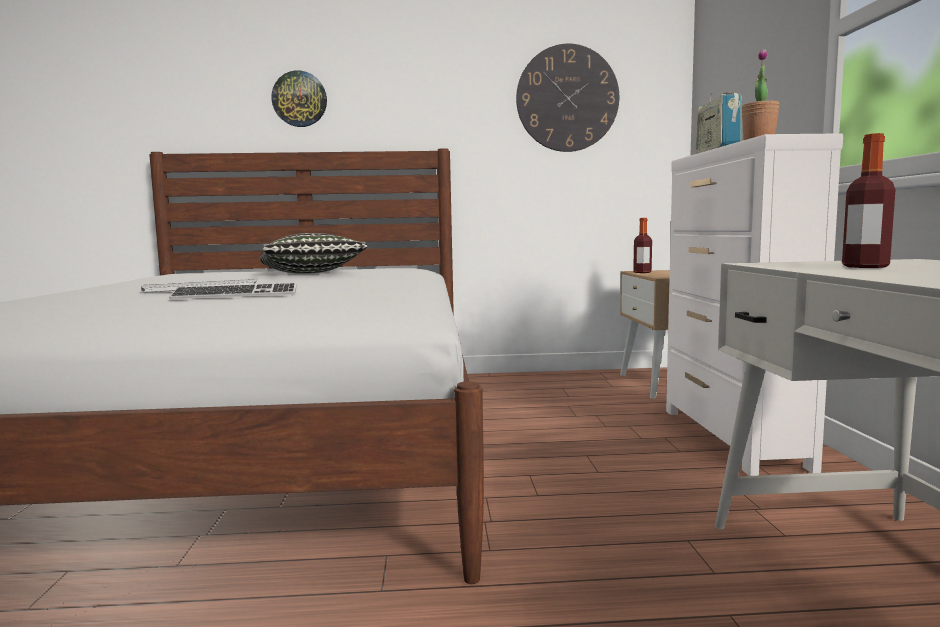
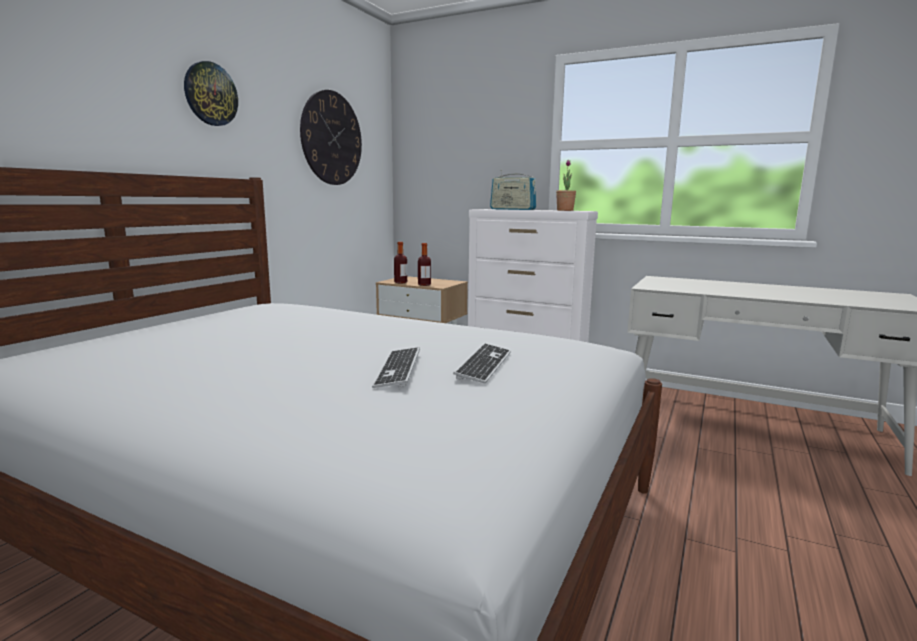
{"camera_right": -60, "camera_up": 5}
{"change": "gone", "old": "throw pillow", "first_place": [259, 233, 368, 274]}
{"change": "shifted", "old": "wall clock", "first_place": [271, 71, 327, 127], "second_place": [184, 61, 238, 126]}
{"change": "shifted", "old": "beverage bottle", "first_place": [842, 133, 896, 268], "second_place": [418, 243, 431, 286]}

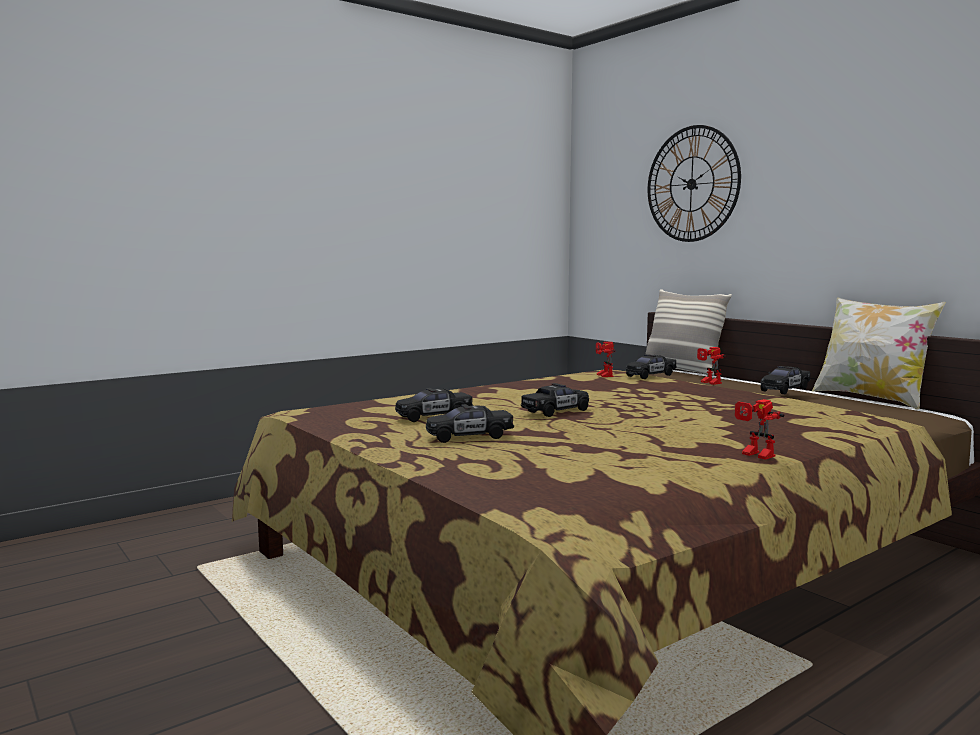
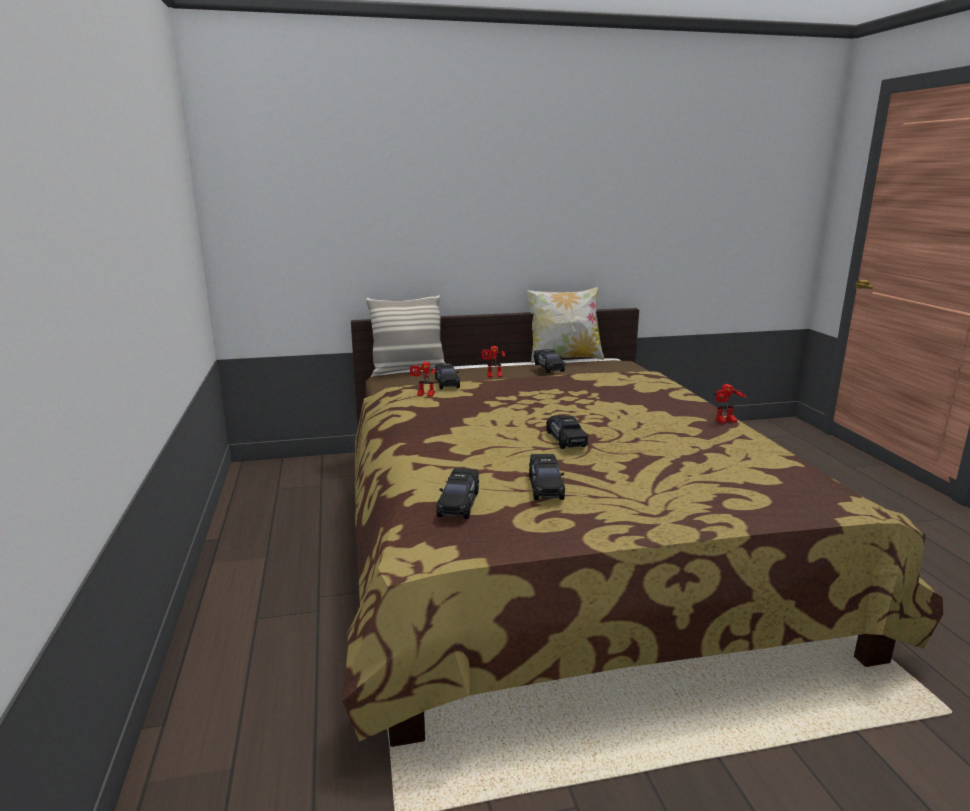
{"camera_right": -65, "camera_up": 10}
{"change": "shifted", "old": "black-coloured miniature car", "first_place": [426, 404, 514, 443], "second_place": [436, 468, 479, 519]}
{"change": "gone", "old": "wall clock", "first_place": [648, 125, 741, 242]}

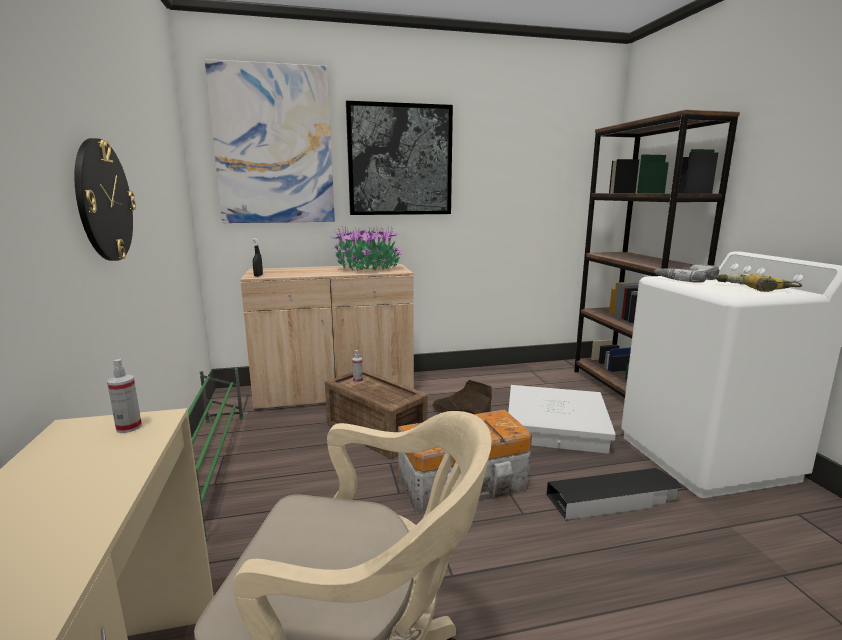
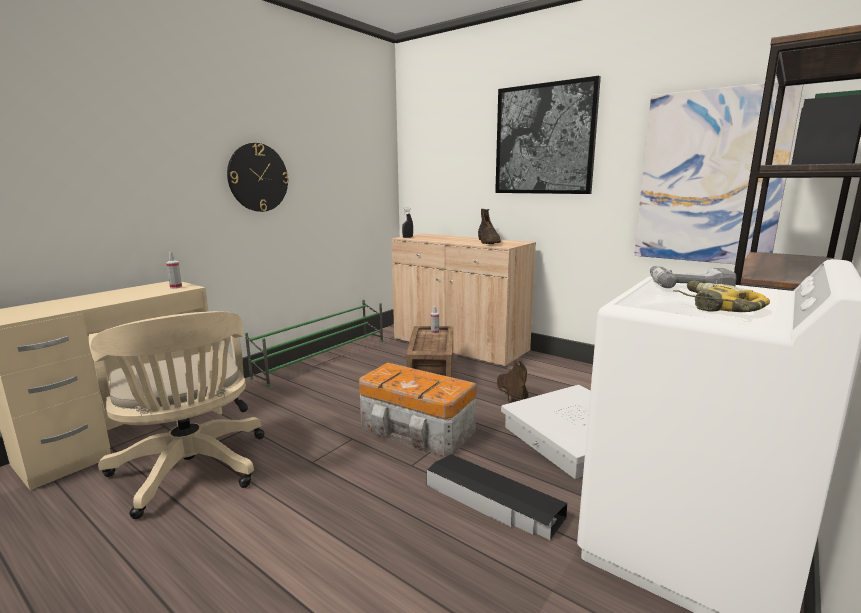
{"camera_right": 50, "camera_up": 0}
{"change": "shifted", "old": "wall picture", "first_place": [205, 59, 335, 223], "second_place": [634, 82, 804, 264]}
{"change": "swapped", "old": "houseplant", "new": "brown boot", "first_place": [330, 226, 403, 272], "second_place": [478, 209, 501, 244]}

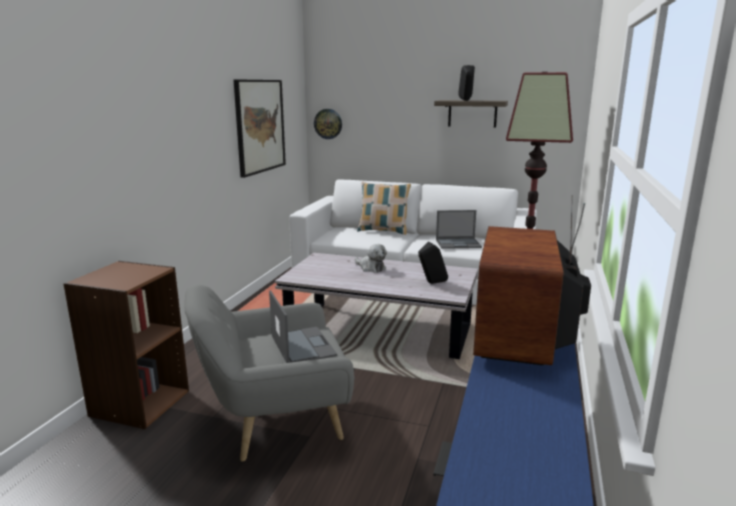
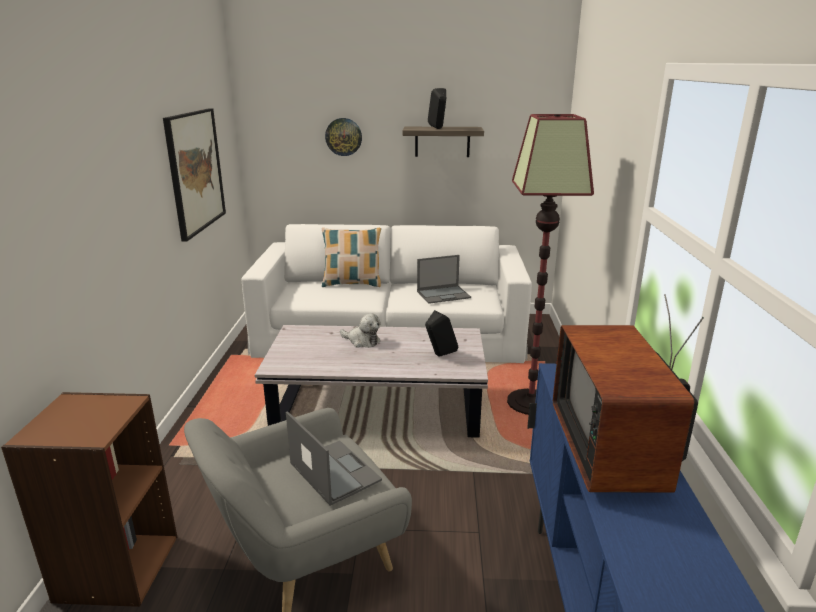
{"camera_right": -15, "camera_up": 5}
{"change": "shifted", "old": "wall clock", "first_place": [314, 109, 342, 139], "second_place": [325, 118, 362, 156]}

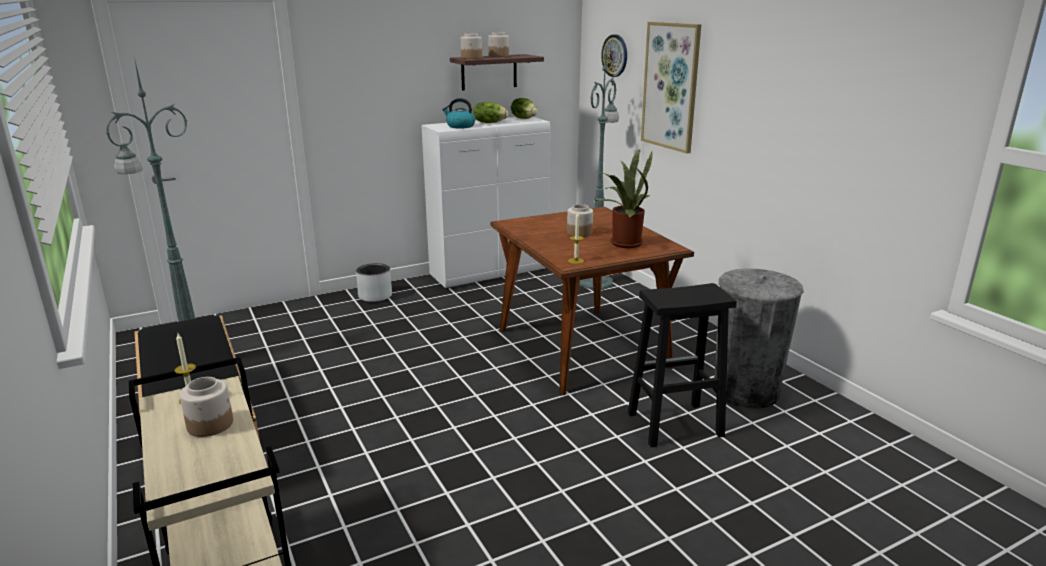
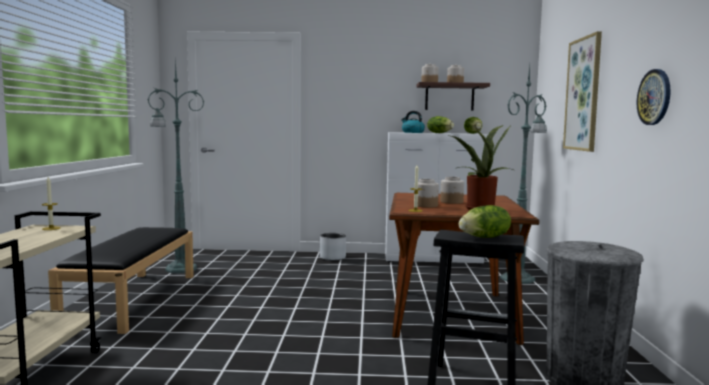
{"camera_right": 30, "camera_up": -15}
{"change": "shifted", "old": "storage jar", "first_place": [180, 377, 233, 437], "second_place": [414, 179, 439, 208]}
{"change": "shifted", "old": "wall clock", "first_place": [601, 34, 627, 77], "second_place": [637, 69, 670, 125]}
{"change": "new", "new": "head of lettuce", "second_place": [459, 205, 511, 238]}

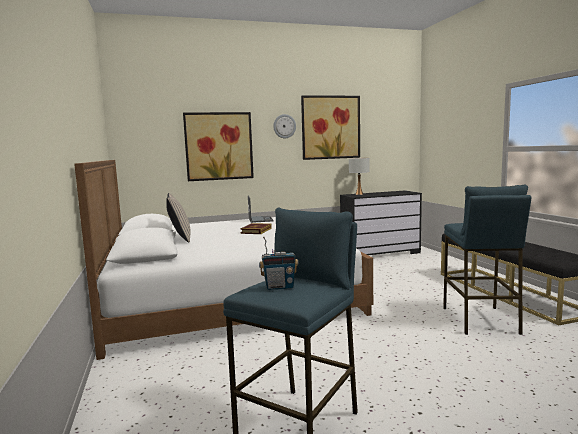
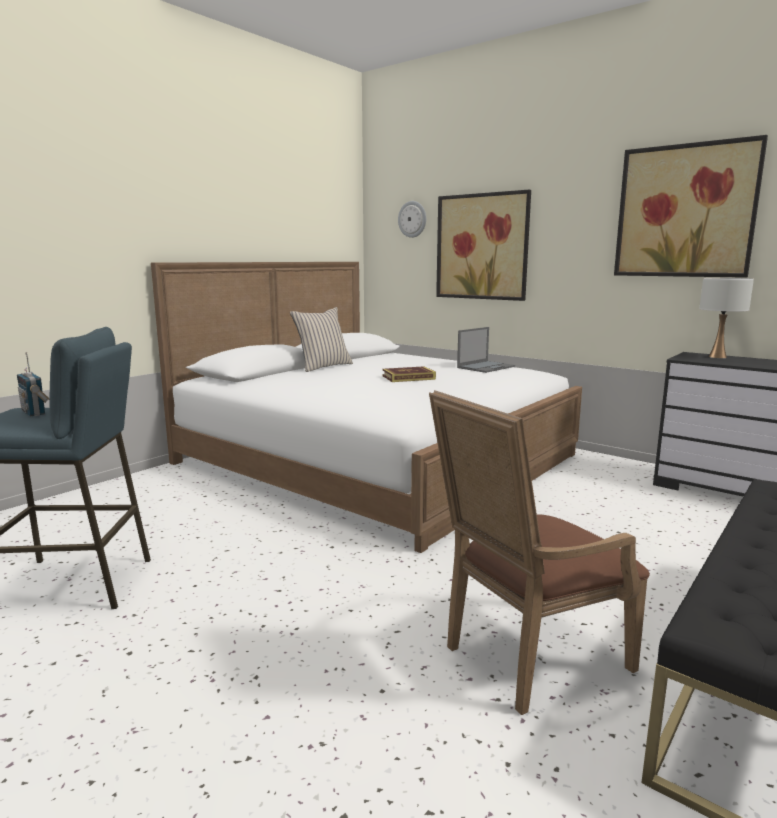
{"camera_right": 55, "camera_up": 5}
{"change": "shifted", "old": "wall clock", "first_place": [273, 114, 296, 138], "second_place": [398, 201, 426, 238]}
{"change": "swapped", "old": "blue sitting stool", "new": "brown armchair", "first_place": [443, 185, 531, 335], "second_place": [429, 390, 650, 715]}

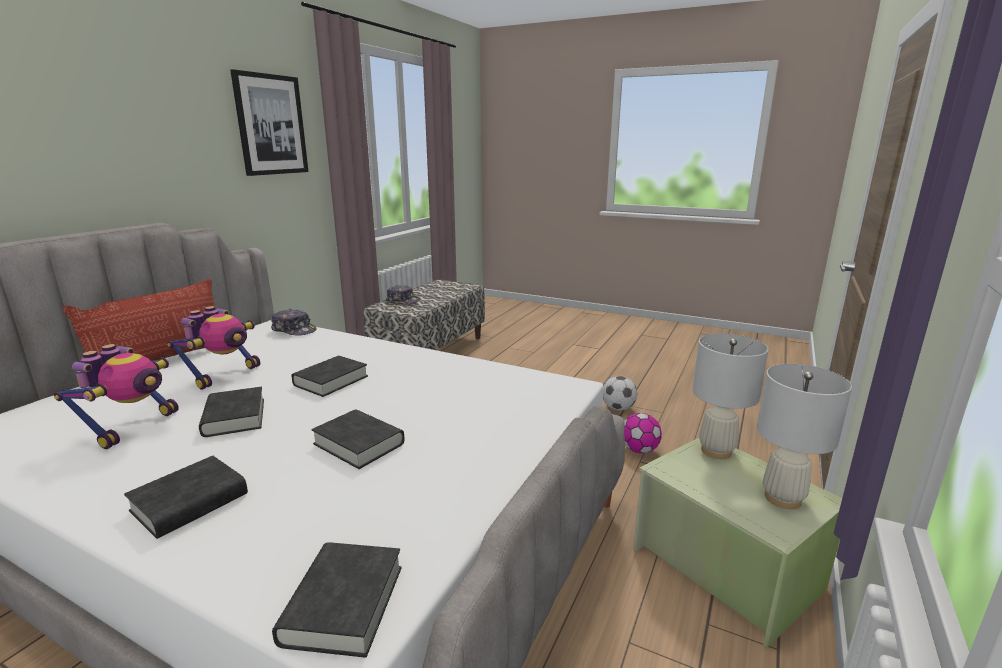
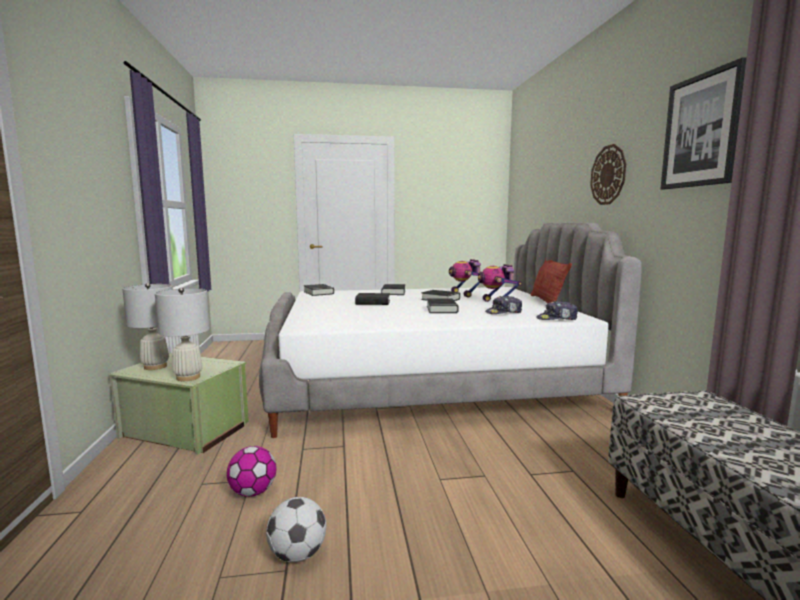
{"camera_right": 145, "camera_up": -10}
{"change": "shifted", "old": "peaked cap", "first_place": [386, 285, 421, 303], "second_place": [485, 296, 522, 314]}
{"change": "new", "new": "wall clock", "second_place": [590, 144, 626, 205]}

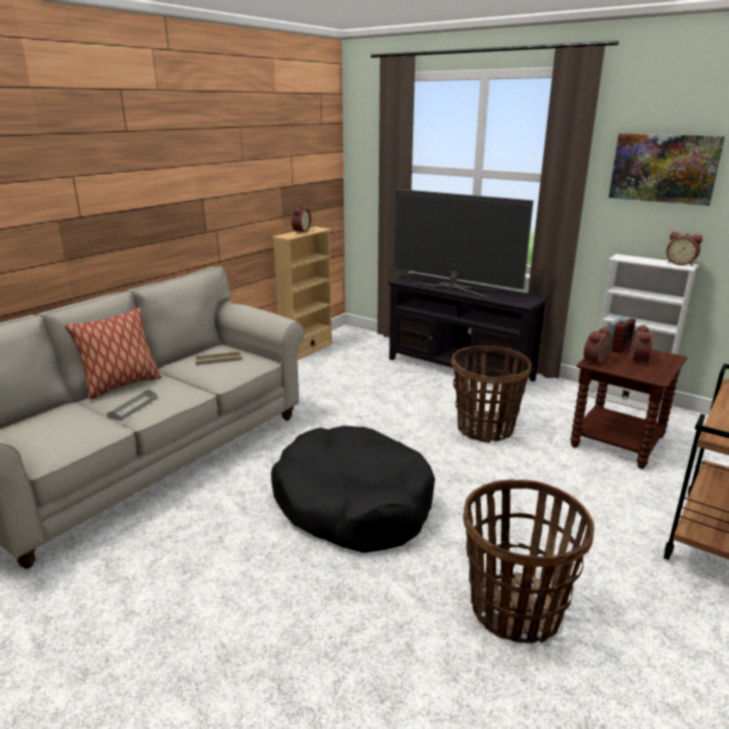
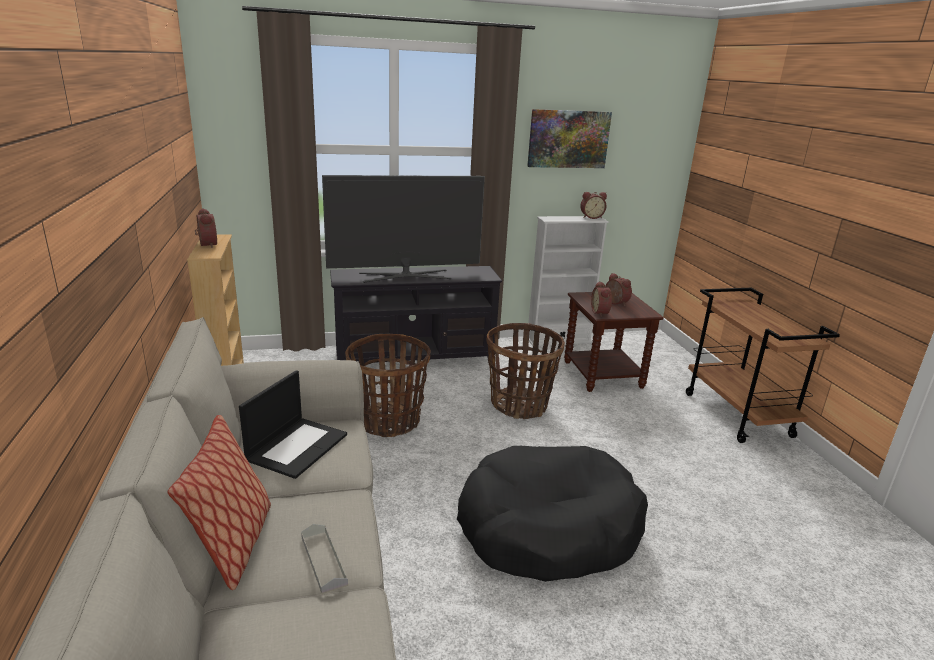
{"camera_right": -50, "camera_up": 0}
{"change": "swapped", "old": "beige carrying tray", "new": "laptop", "first_place": [195, 350, 242, 365], "second_place": [239, 370, 347, 479]}
{"change": "shifted", "old": "household basket", "first_place": [463, 479, 595, 643], "second_place": [345, 334, 431, 437]}
{"change": "gone", "old": "alarm clock", "first_place": [610, 316, 636, 353]}

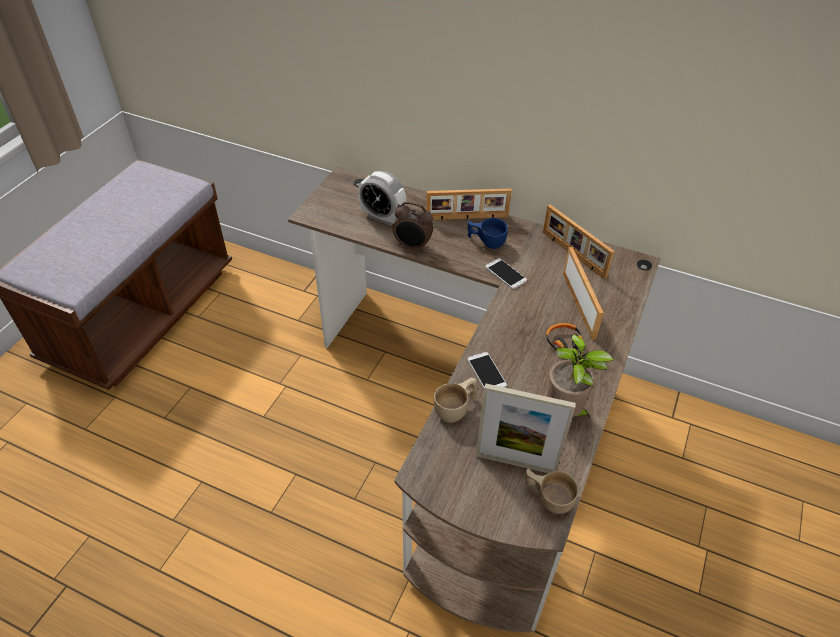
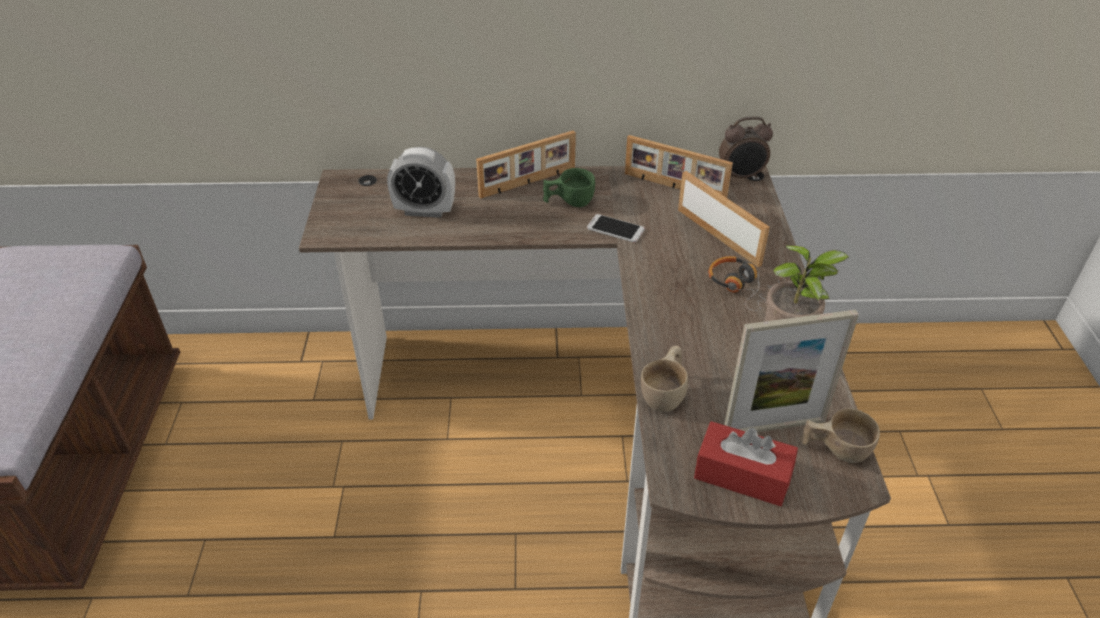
{"camera_right": -25, "camera_up": -5}
{"change": "shifted", "old": "alarm clock", "first_place": [393, 201, 433, 251], "second_place": [719, 117, 773, 179]}
{"change": "gone", "old": "handset", "first_place": [467, 352, 507, 388]}
{"change": "repainted", "old": "blue small cup", "new": "green-coloured small cup", "first_place": [468, 218, 508, 249], "second_place": [543, 168, 595, 207]}
{"change": "new", "new": "red-coloured tissue box", "second_place": [694, 421, 798, 506]}

